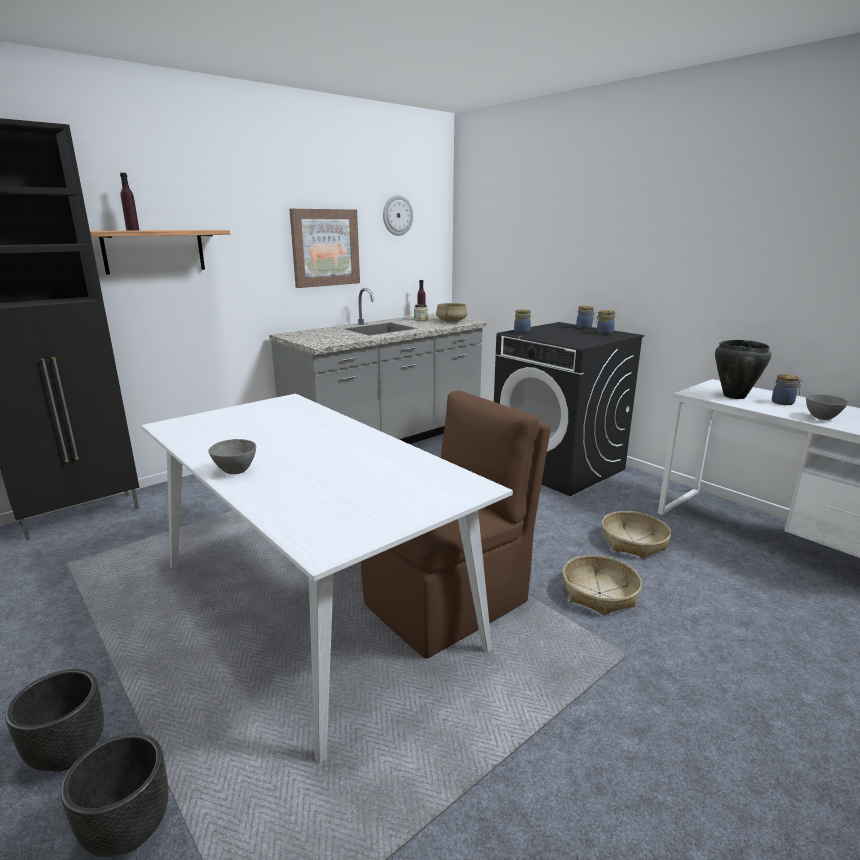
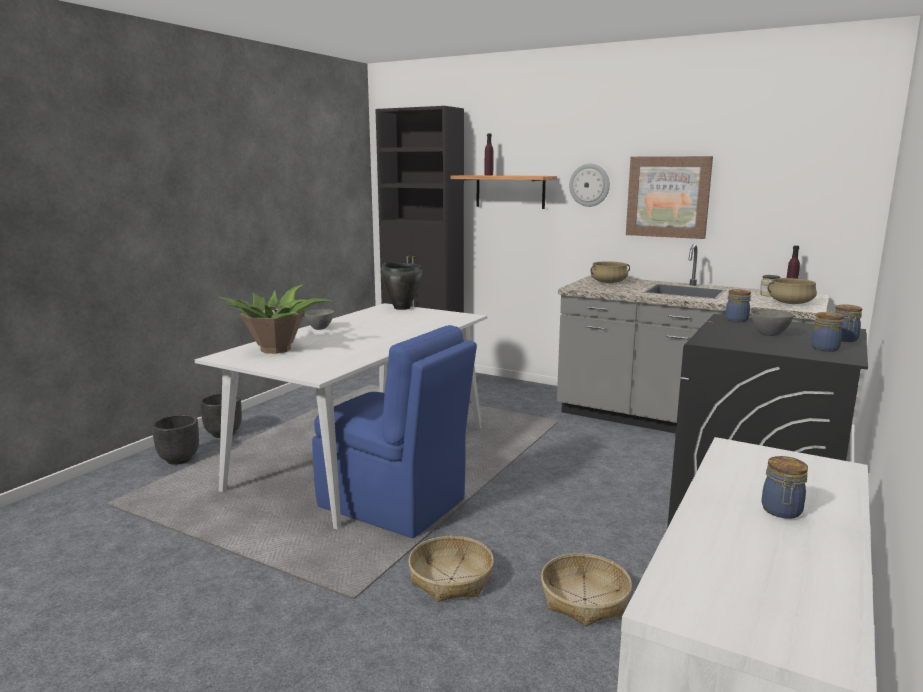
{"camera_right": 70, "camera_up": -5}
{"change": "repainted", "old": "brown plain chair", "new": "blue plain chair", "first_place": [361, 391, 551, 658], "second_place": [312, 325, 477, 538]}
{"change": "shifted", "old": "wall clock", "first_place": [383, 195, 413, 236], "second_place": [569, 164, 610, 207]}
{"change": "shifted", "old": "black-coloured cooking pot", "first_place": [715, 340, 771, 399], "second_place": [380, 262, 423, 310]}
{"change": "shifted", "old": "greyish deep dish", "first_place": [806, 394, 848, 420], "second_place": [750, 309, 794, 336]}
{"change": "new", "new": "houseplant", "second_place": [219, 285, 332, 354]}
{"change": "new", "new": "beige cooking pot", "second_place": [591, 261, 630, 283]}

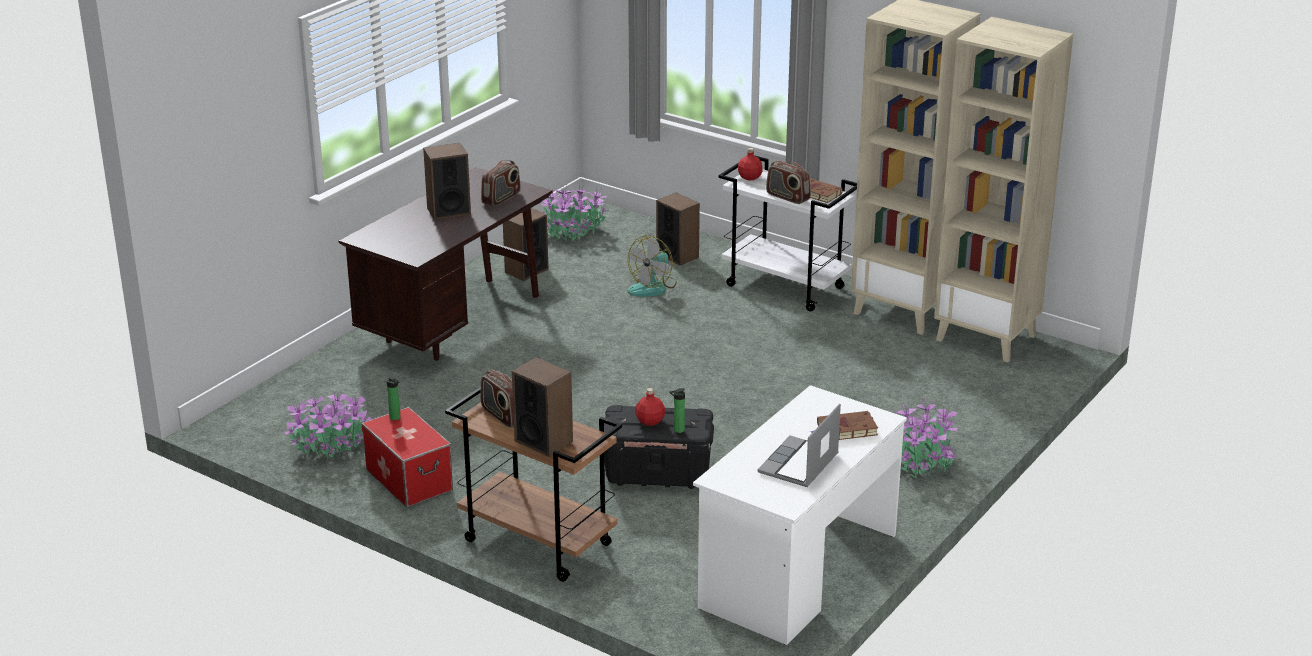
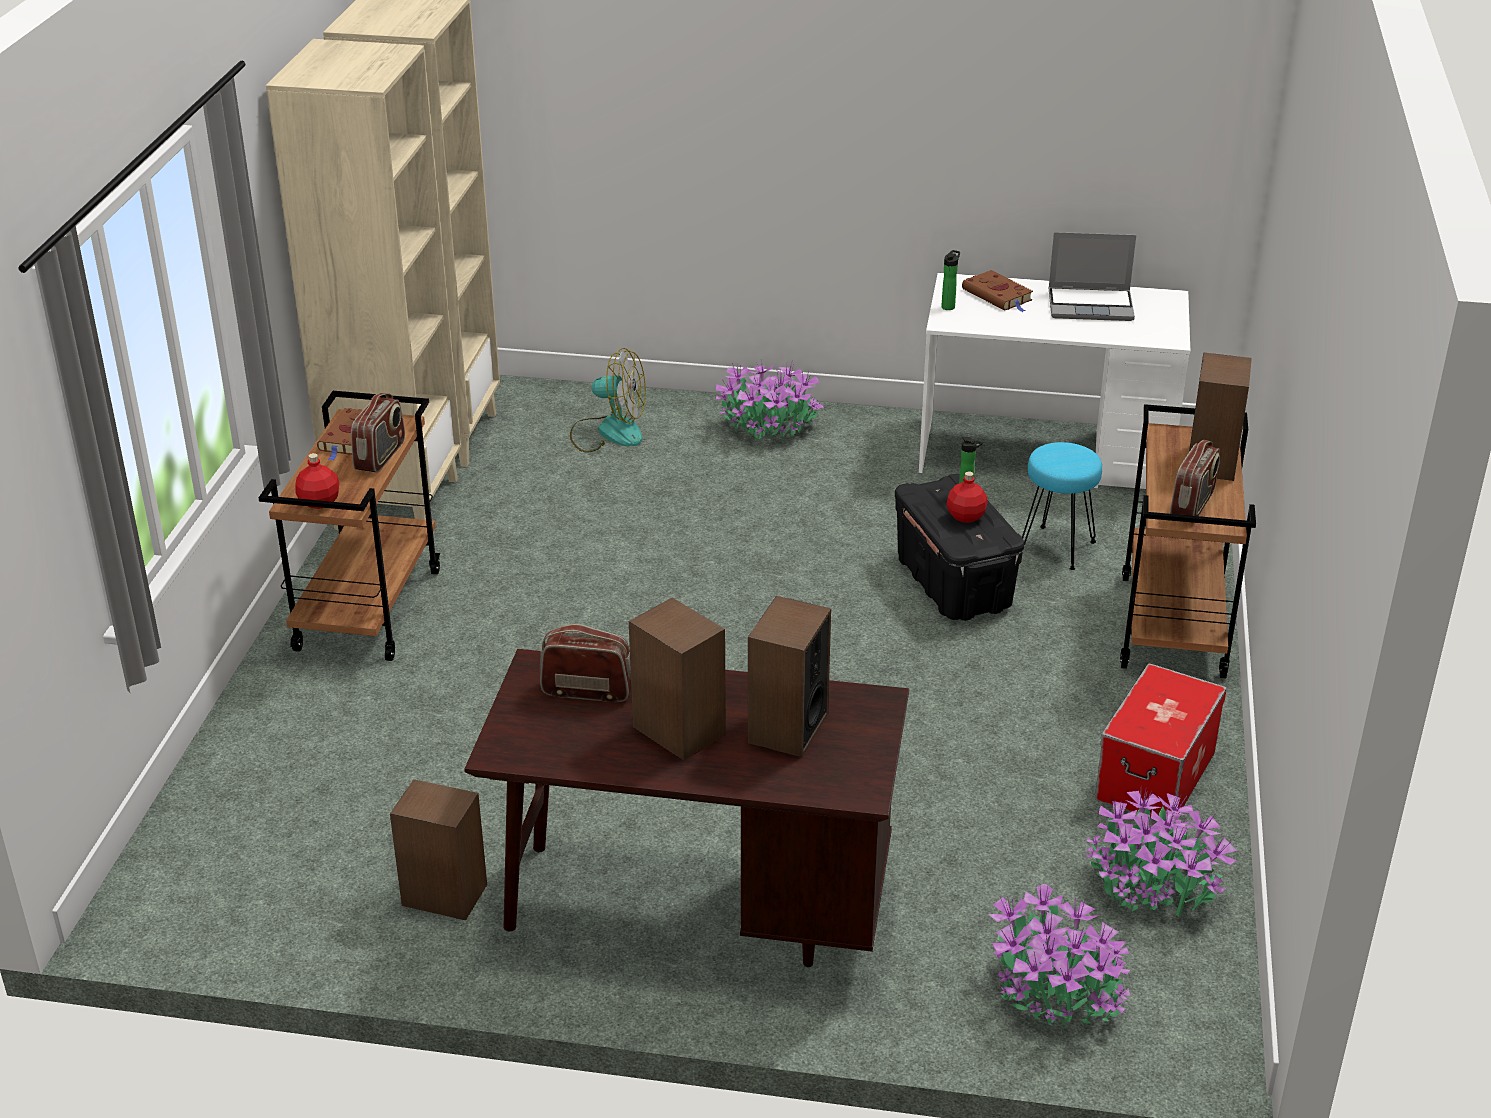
{"camera_right": -115, "camera_up": 5}
{"change": "shifted", "old": "beverage bottle", "first_place": [387, 376, 400, 420], "second_place": [941, 250, 960, 310]}
{"change": "shifted", "old": "houseplant", "first_place": [542, 184, 609, 242], "second_place": [988, 884, 1131, 1027]}
{"change": "shifted", "old": "cooling fan", "first_place": [628, 235, 677, 297], "second_place": [570, 348, 646, 453]}
{"change": "shifted", "old": "speaker", "first_place": [656, 193, 700, 266], "second_place": [748, 596, 831, 757]}
{"change": "repainted", "old": "whitish trolley", "new": "brown trolley", "first_place": [718, 155, 857, 312], "second_place": [258, 391, 440, 661]}
{"change": "new", "new": "turquoise sitting stool", "second_place": [1022, 442, 1102, 570]}

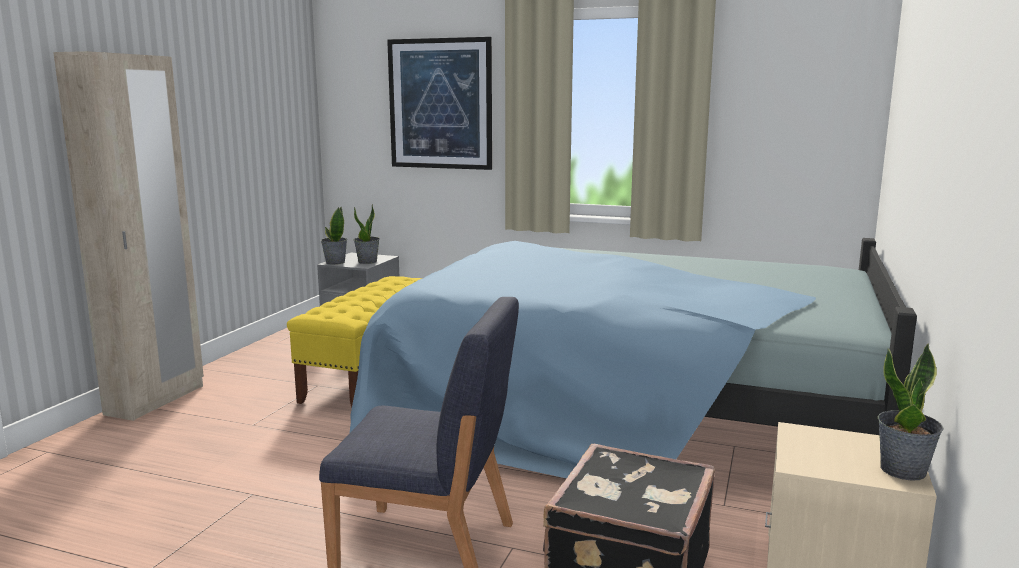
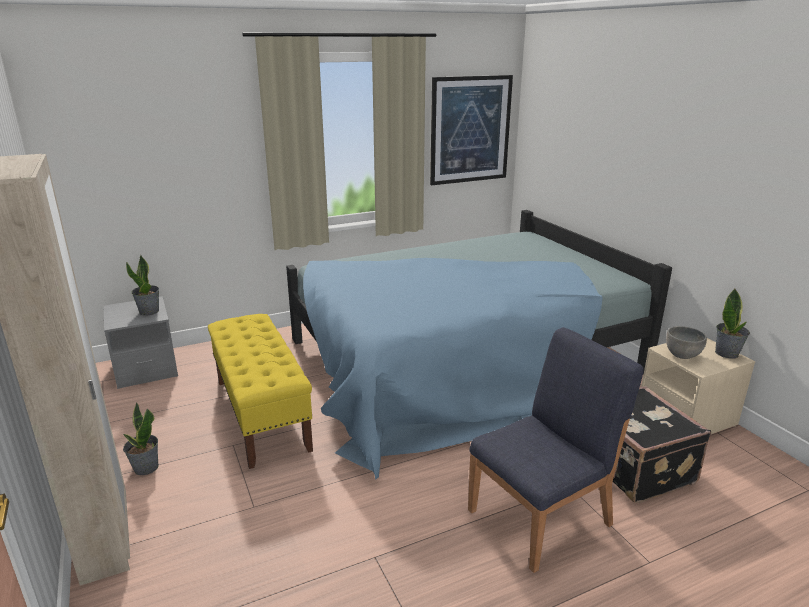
{"camera_right": -45, "camera_up": 10}
{"change": "shifted", "old": "houseplant", "first_place": [321, 207, 347, 265], "second_place": [123, 402, 159, 475]}
{"change": "shifted", "old": "wall picture", "first_place": [387, 37, 492, 170], "second_place": [430, 75, 513, 185]}
{"change": "new", "new": "greyish deep dish", "second_place": [666, 326, 707, 359]}

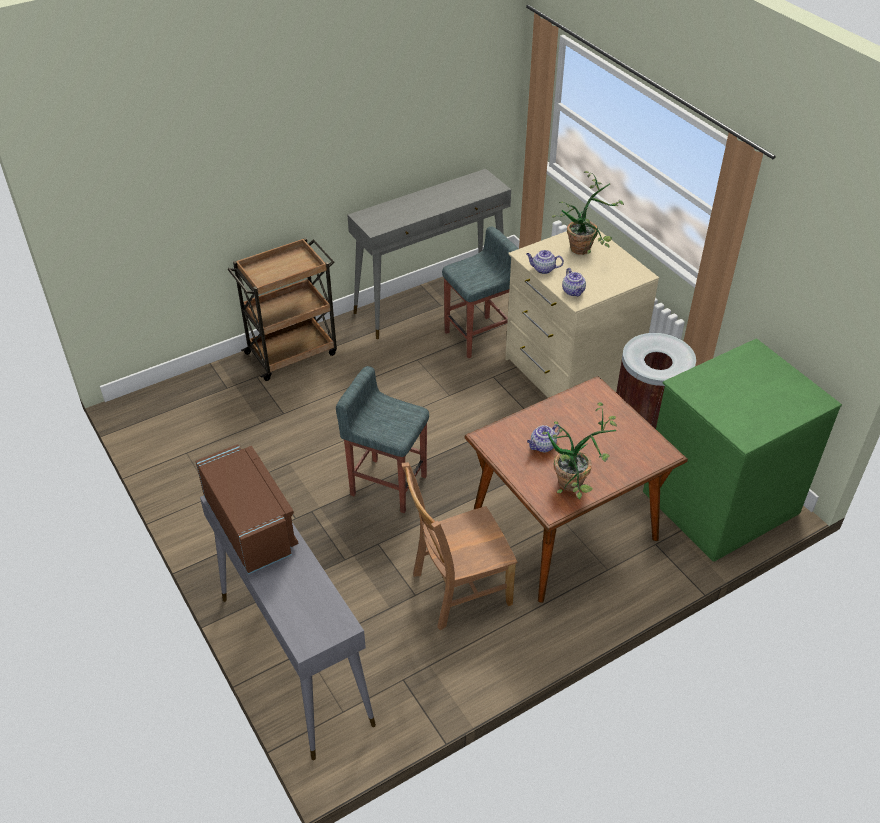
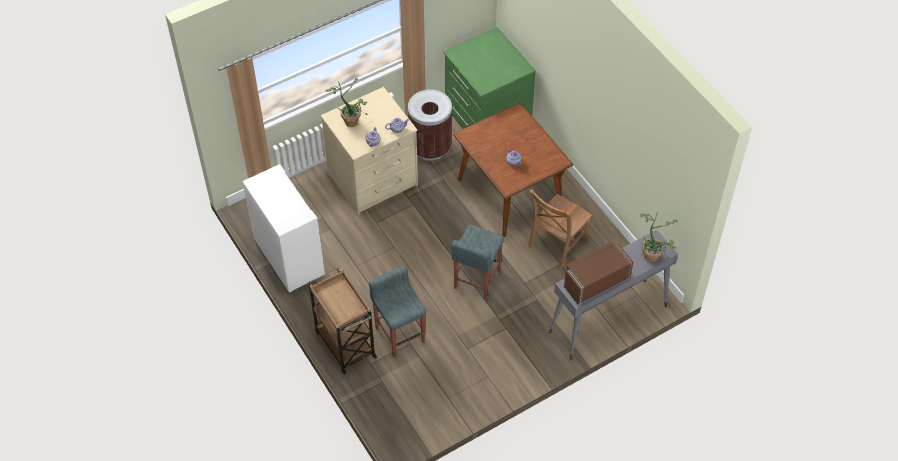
{"camera_right": -90, "camera_up": 10}
{"change": "swapped", "old": "greyish hall table", "new": "whitish storage cabinet", "first_place": [347, 169, 511, 339], "second_place": [242, 164, 325, 293]}
{"change": "rotated", "old": "brown plain chair", "first_place": [402, 462, 517, 630], "second_place": [529, 189, 592, 268], "degrees": 60}
{"change": "shifted", "old": "greyish sitting stool", "first_place": [442, 226, 518, 358], "second_place": [369, 266, 426, 357]}
{"change": "shifted", "old": "houseplant", "first_place": [542, 402, 617, 499], "second_place": [640, 213, 678, 262]}

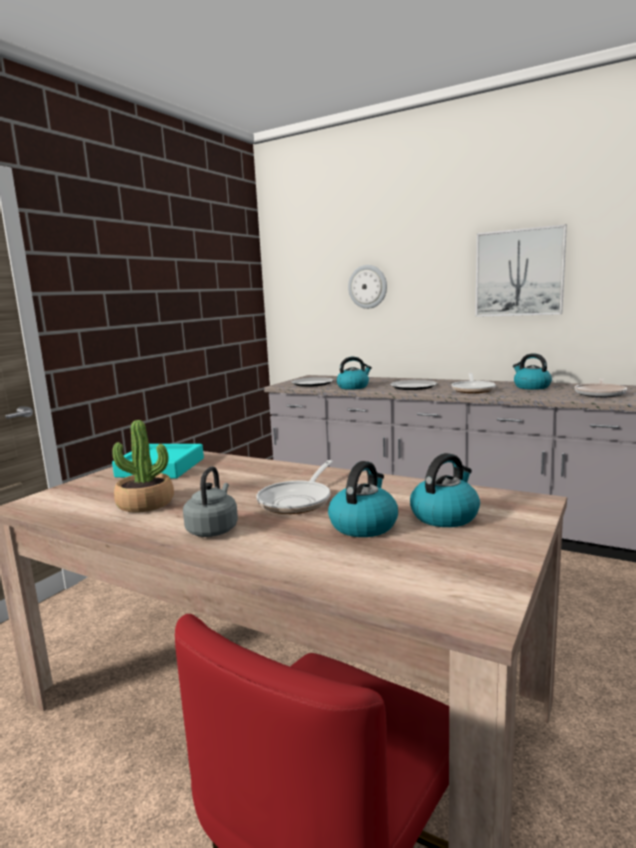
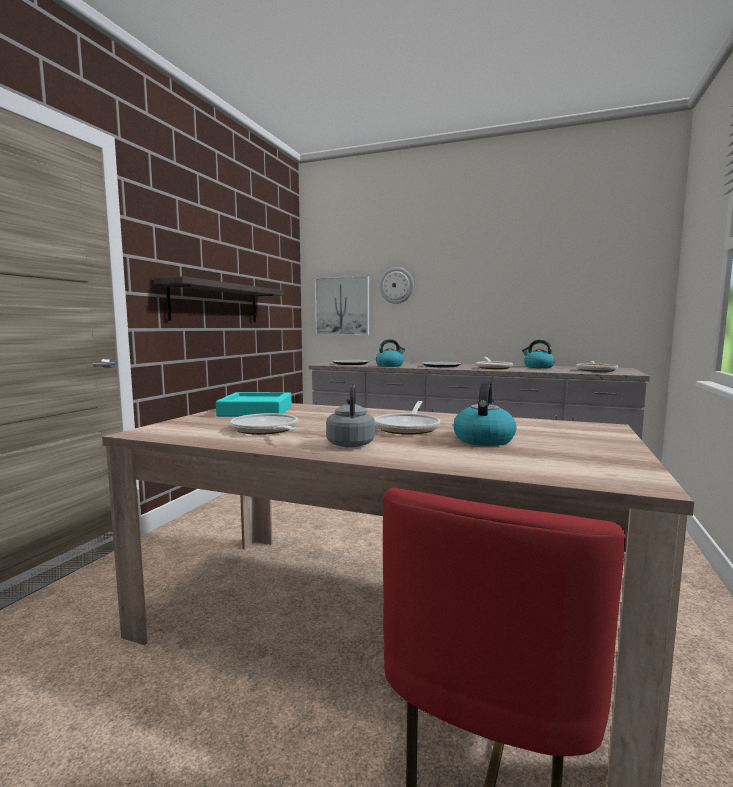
{"camera_right": -10, "camera_up": -5}
{"change": "swapped", "old": "houseplant", "new": "frying pan", "first_place": [112, 420, 174, 513], "second_place": [230, 413, 298, 435]}
{"change": "gone", "old": "kettle", "first_place": [410, 453, 480, 527]}
{"change": "shifted", "old": "wall picture", "first_place": [475, 224, 567, 317], "second_place": [314, 275, 369, 336]}
{"change": "new", "new": "shelf", "second_place": [154, 276, 283, 322]}

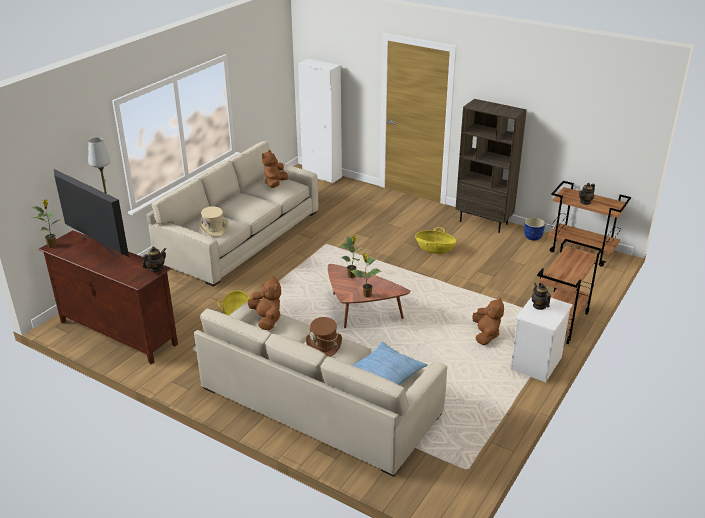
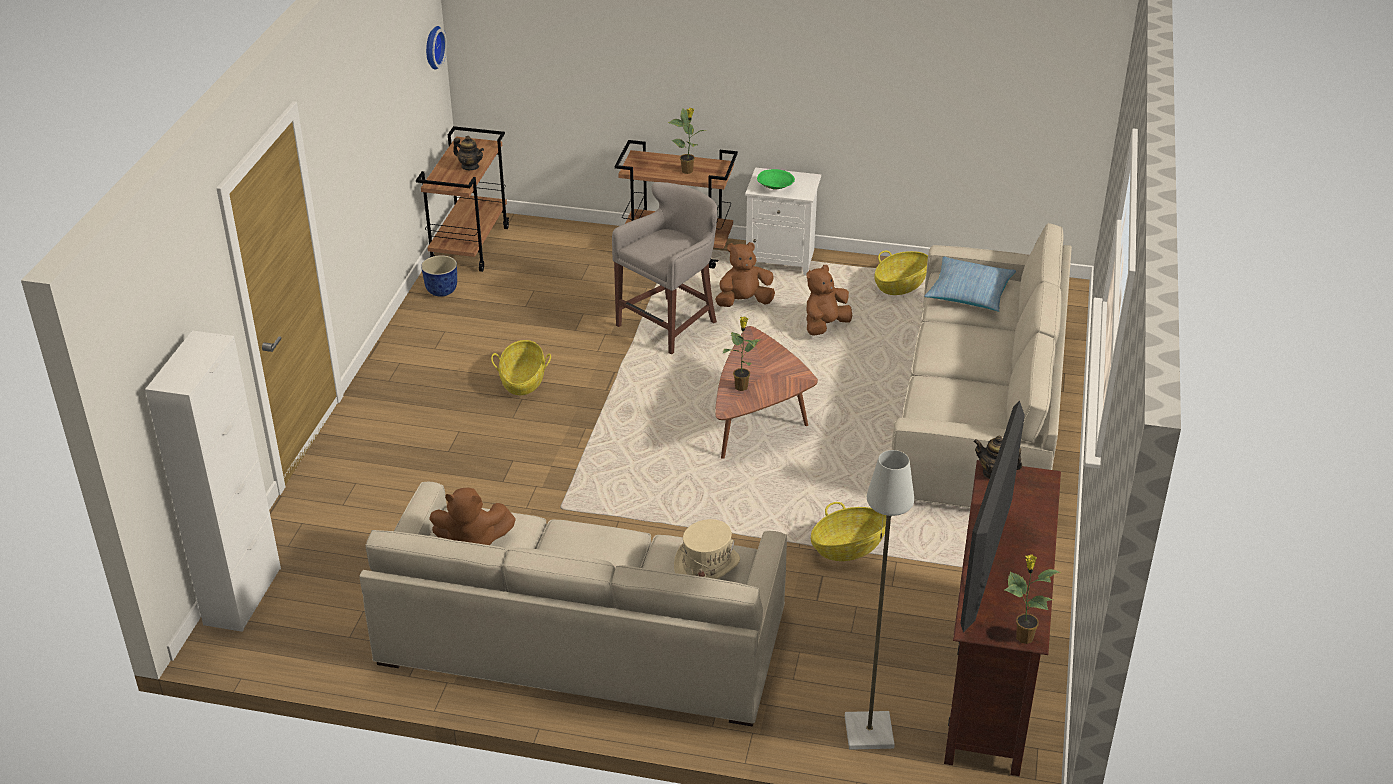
{"camera_right": -110, "camera_up": 5}
{"change": "shifted", "old": "brown cuddly toy", "first_place": [248, 276, 281, 330], "second_place": [806, 265, 852, 336]}
{"change": "gone", "old": "brown clothing hat", "first_place": [306, 317, 342, 357]}
{"change": "shifted", "old": "houseplant", "first_place": [351, 253, 381, 297], "second_place": [668, 108, 705, 174]}
{"change": "gone", "old": "brown bookcase", "first_place": [455, 99, 527, 233]}
{"change": "swapped", "old": "tea pot", "new": "green-coloured deep dish", "first_place": [532, 283, 551, 310], "second_place": [757, 169, 795, 190]}
{"change": "new", "new": "wall clock", "second_place": [426, 26, 447, 70]}
{"change": "new", "new": "greyish sitting stool", "second_place": [612, 182, 717, 355]}
{"change": "new", "new": "household basket", "second_place": [874, 251, 928, 295]}

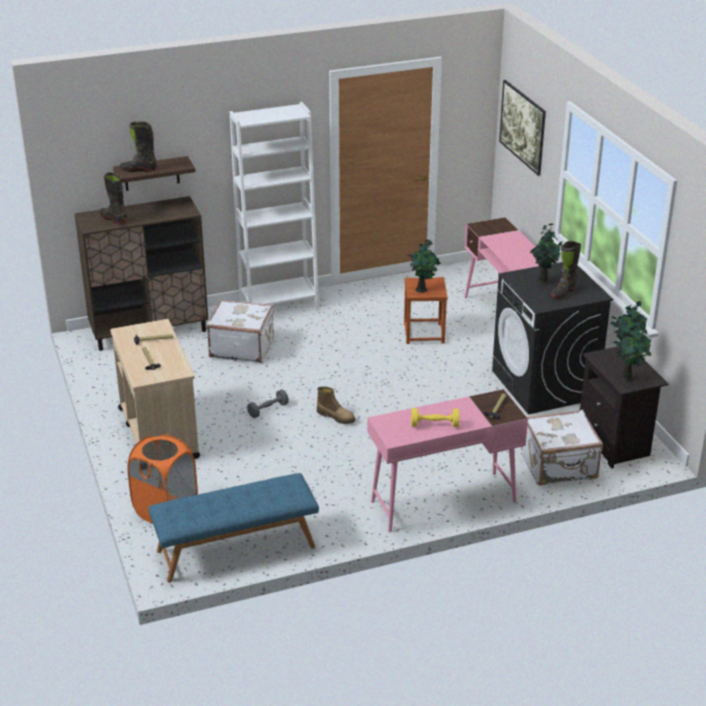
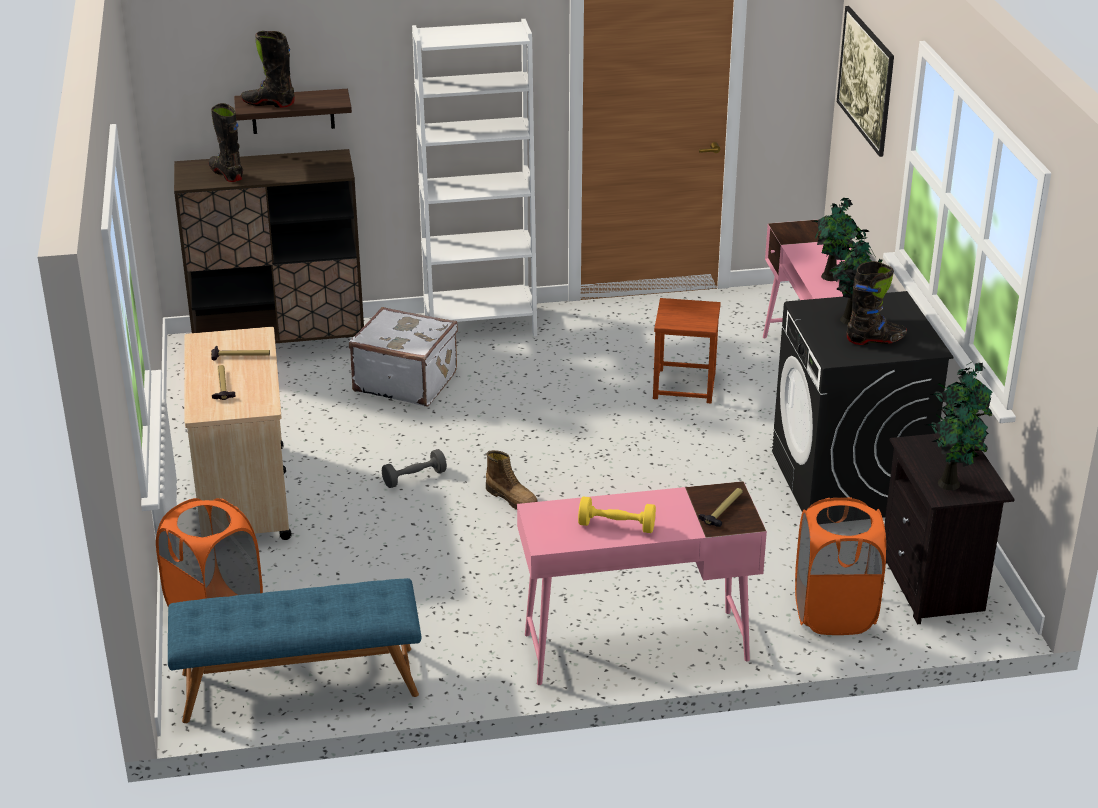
{"camera_right": 10, "camera_up": 0}
{"change": "shifted", "old": "houseplant", "first_place": [407, 240, 441, 293], "second_place": [813, 198, 864, 281]}
{"change": "swapped", "old": "whitish travel case", "new": "orange laundry basket", "first_place": [521, 410, 603, 486], "second_place": [795, 497, 886, 635]}
{"change": "rotated", "old": "black-coloured boot", "first_place": [551, 241, 581, 299], "second_place": [847, 261, 907, 345], "degrees": -150}

